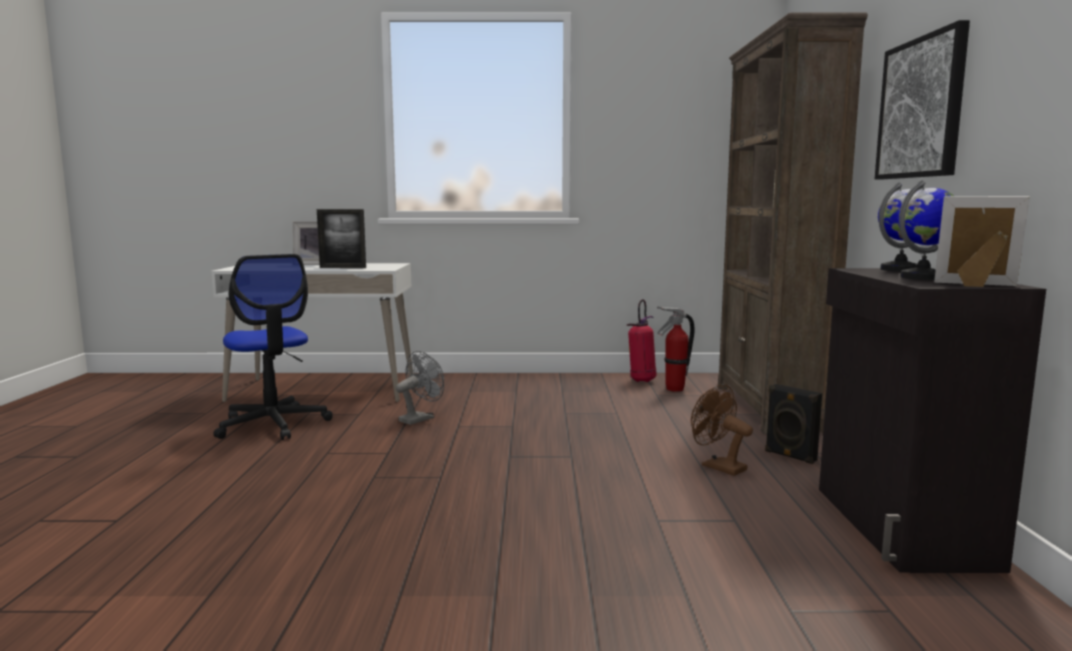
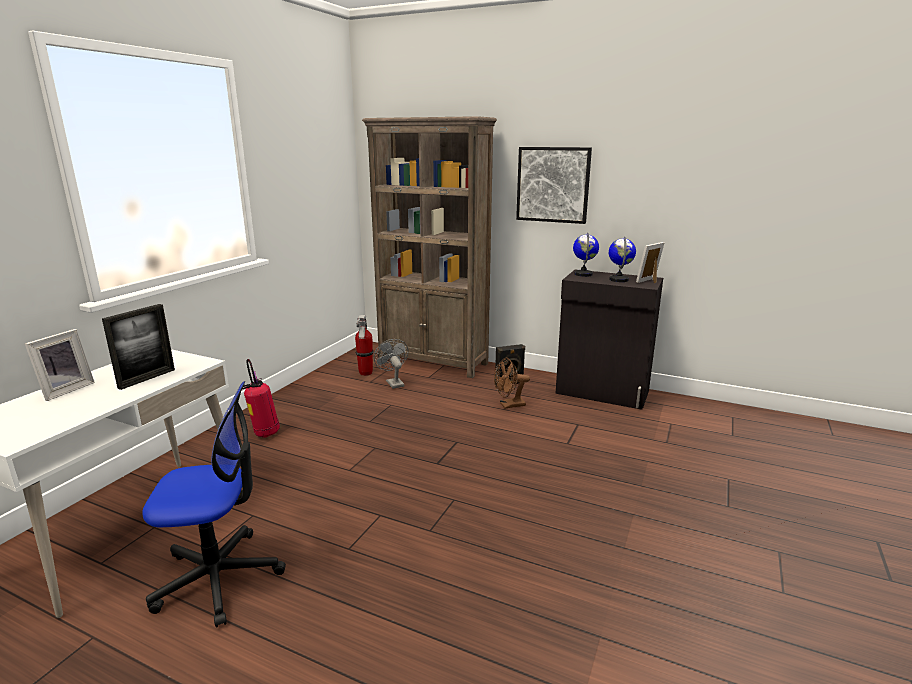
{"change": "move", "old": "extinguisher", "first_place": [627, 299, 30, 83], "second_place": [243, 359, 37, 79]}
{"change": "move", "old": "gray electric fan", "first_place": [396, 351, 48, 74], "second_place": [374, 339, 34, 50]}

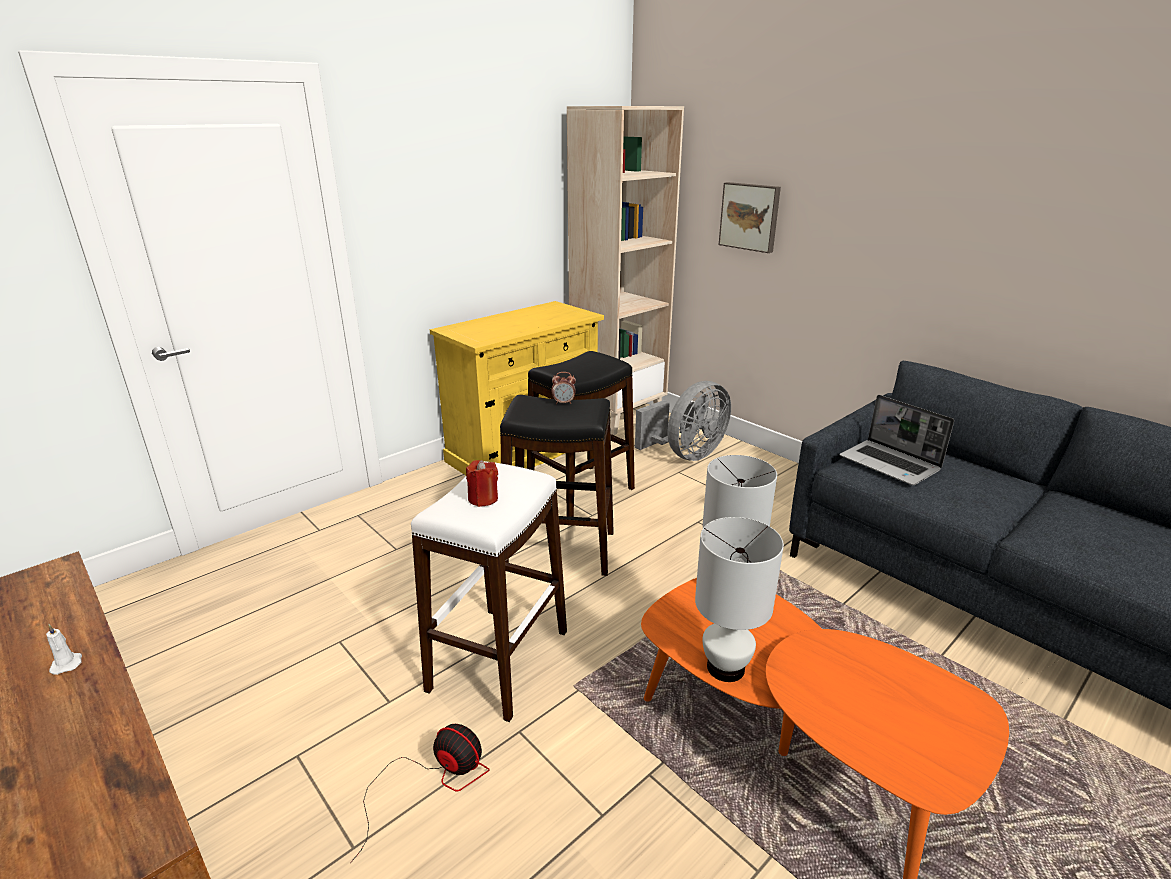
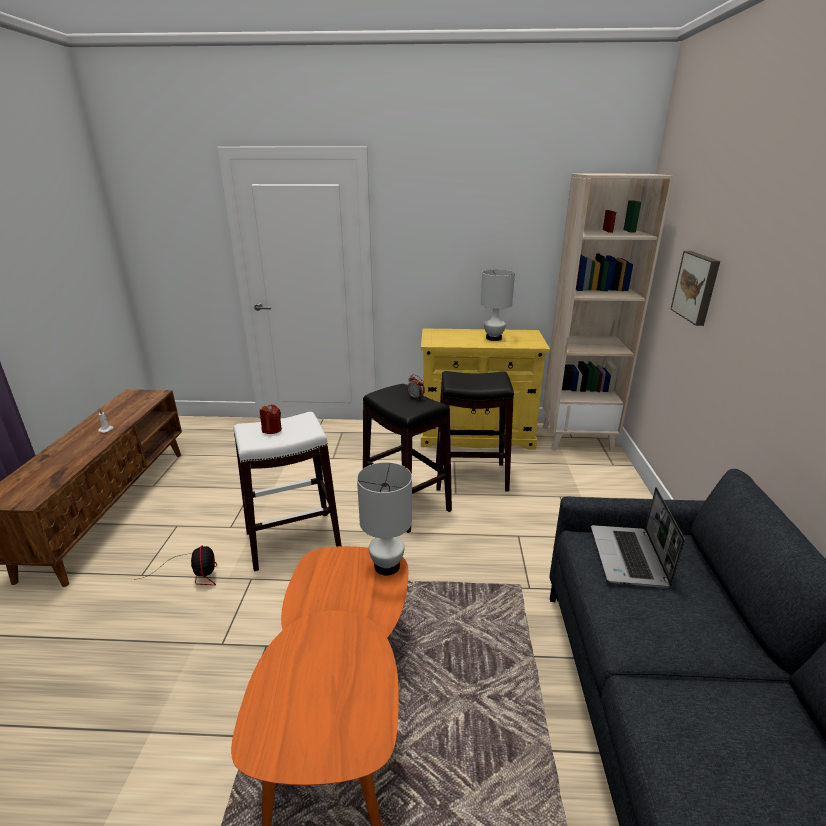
{"change": "delete", "old": "gray electric fan", "first_place": [635, 381, 96, 80]}
{"change": "move", "old": "white tabletop lamp", "first_place": [695, 517, 89, 165], "second_place": [481, 269, 34, 72]}

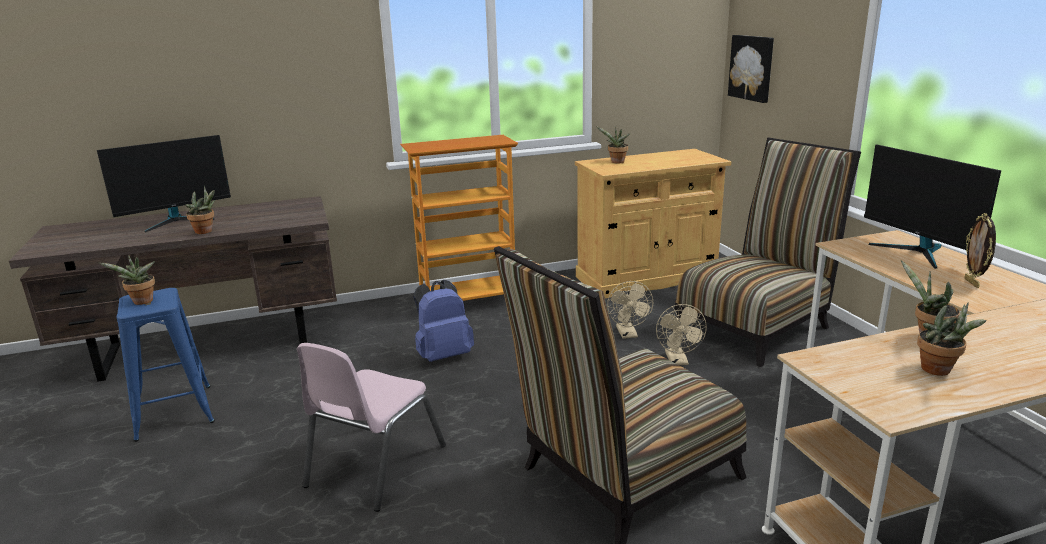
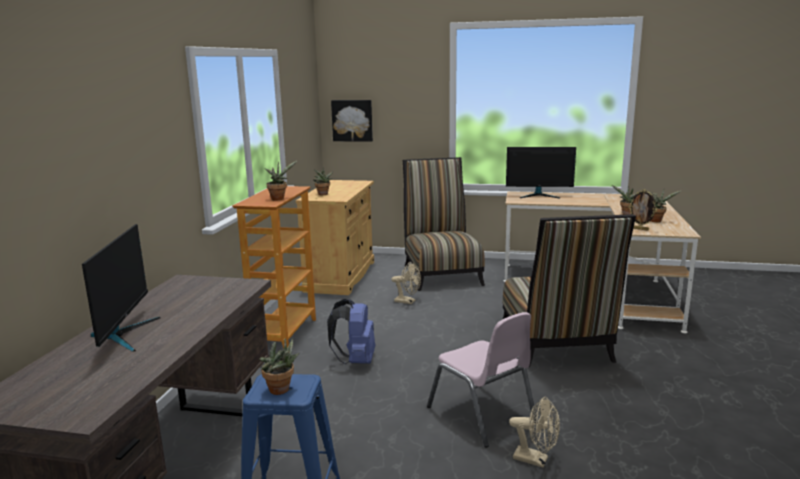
{"change": "move", "old": "potted plant", "first_place": [185, 186, 30, 48], "second_place": [265, 161, 32, 40]}
{"change": "move", "old": "standing frame", "first_place": [964, 213, 32, 75], "second_place": [629, 189, 28, 42]}
{"change": "move", "old": "beige electric fan", "first_place": [656, 304, 51, 61], "second_place": [509, 397, 51, 71]}

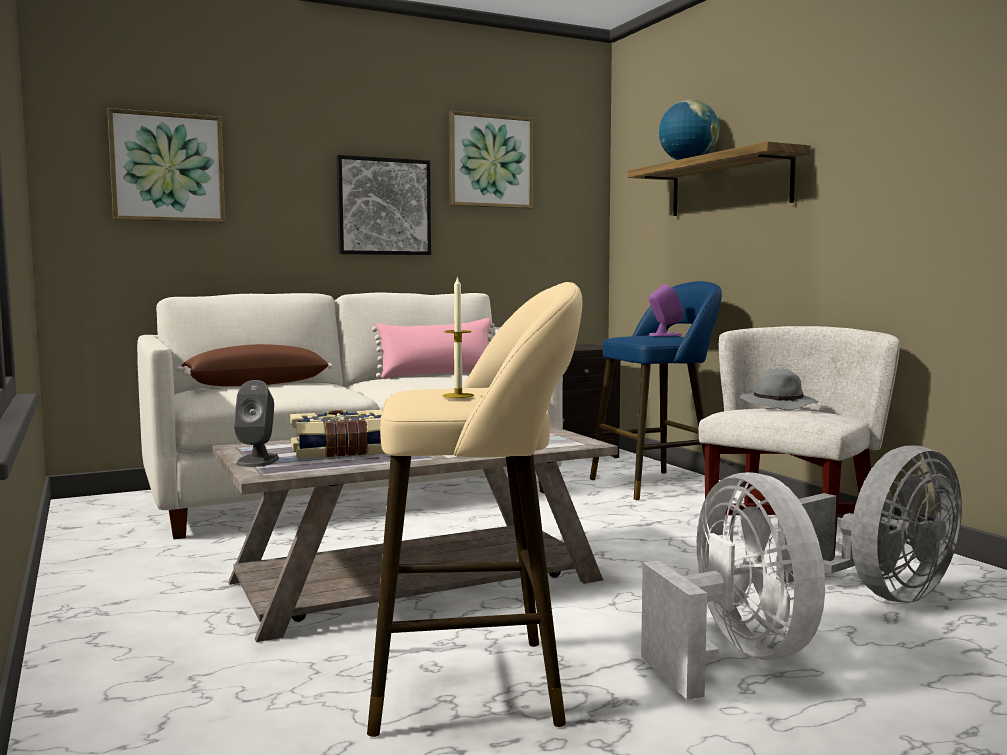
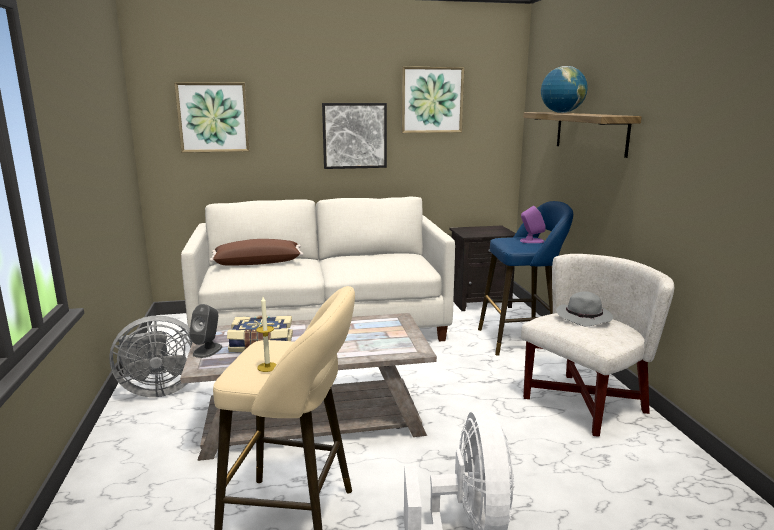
{"change": "delete", "old": "pinkish pillow", "first_place": [372, 318, 122, 61]}
{"change": "move", "old": "gray electric fan", "first_place": [776, 446, 186, 157], "second_place": [109, 315, 83, 82]}

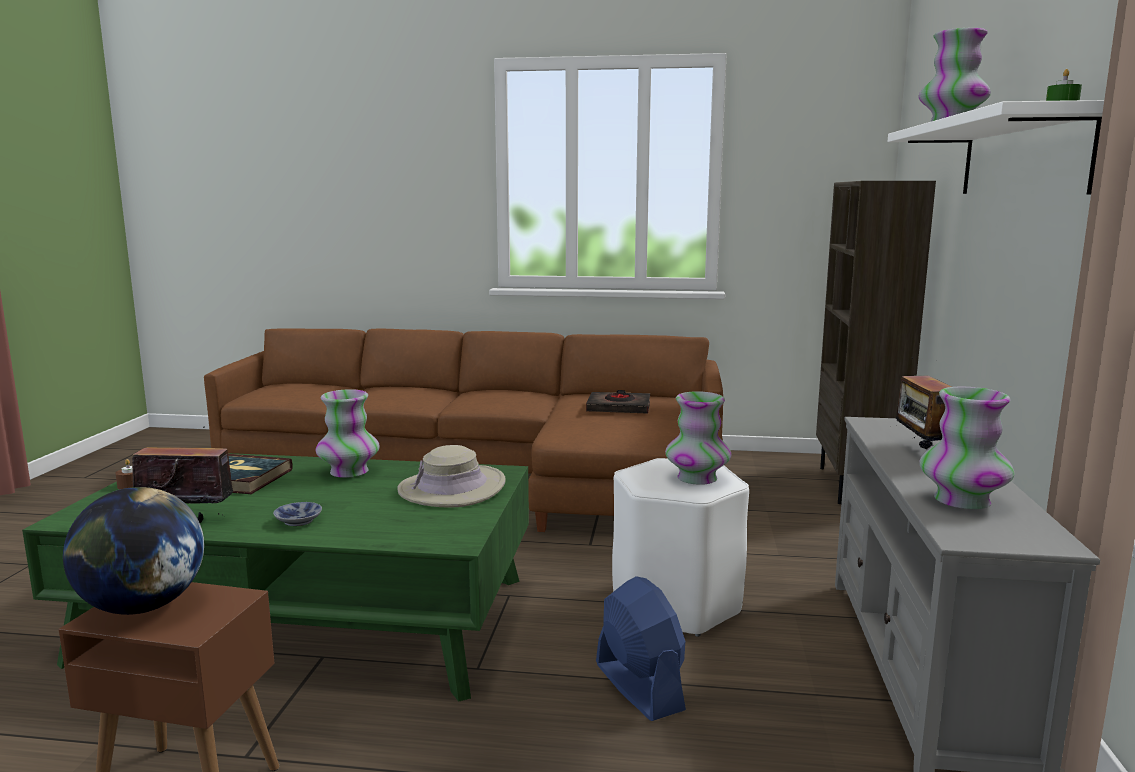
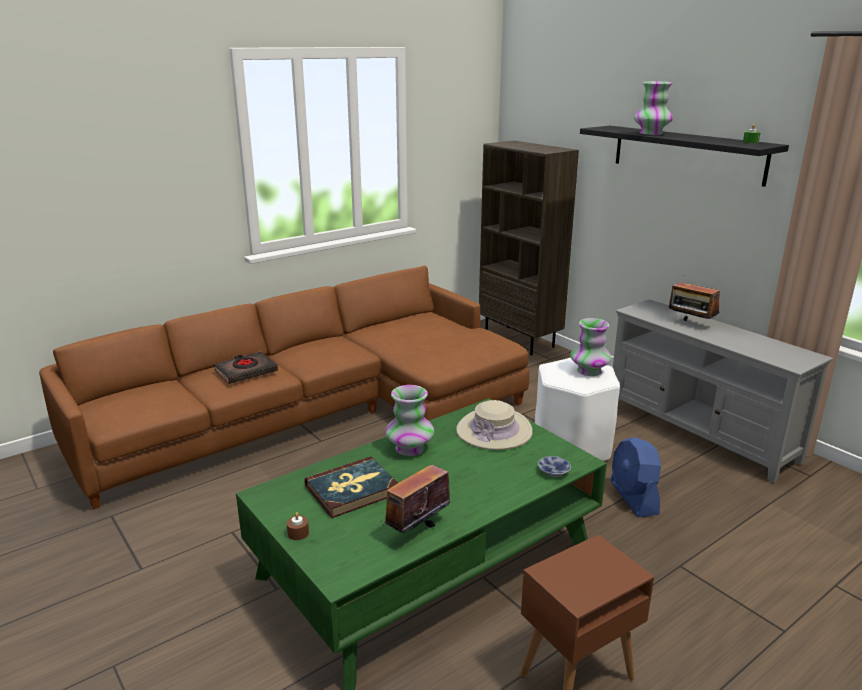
{"change": "recolor", "old": "white bracket shelf", "new": "blackish bracket shelf", "first_place": [888, 100, 216, 94], "second_place": [580, 126, 209, 61]}
{"change": "delete", "old": "flower vase", "first_place": [920, 386, 95, 123]}
{"change": "move", "old": "blackish volume", "first_place": [586, 390, 64, 24], "second_place": [214, 351, 64, 33]}
{"change": "delete", "old": "world globe", "first_place": [63, 487, 141, 128]}
{"change": "move", "old": "deep dish", "first_place": [273, 502, 49, 24], "second_place": [538, 456, 33, 21]}
{"change": "rotate", "old": "bluish electric fan", "first_place": [596, 576, 90, 145], "second_place": [610, 437, 51, 81], "degrees": -120}

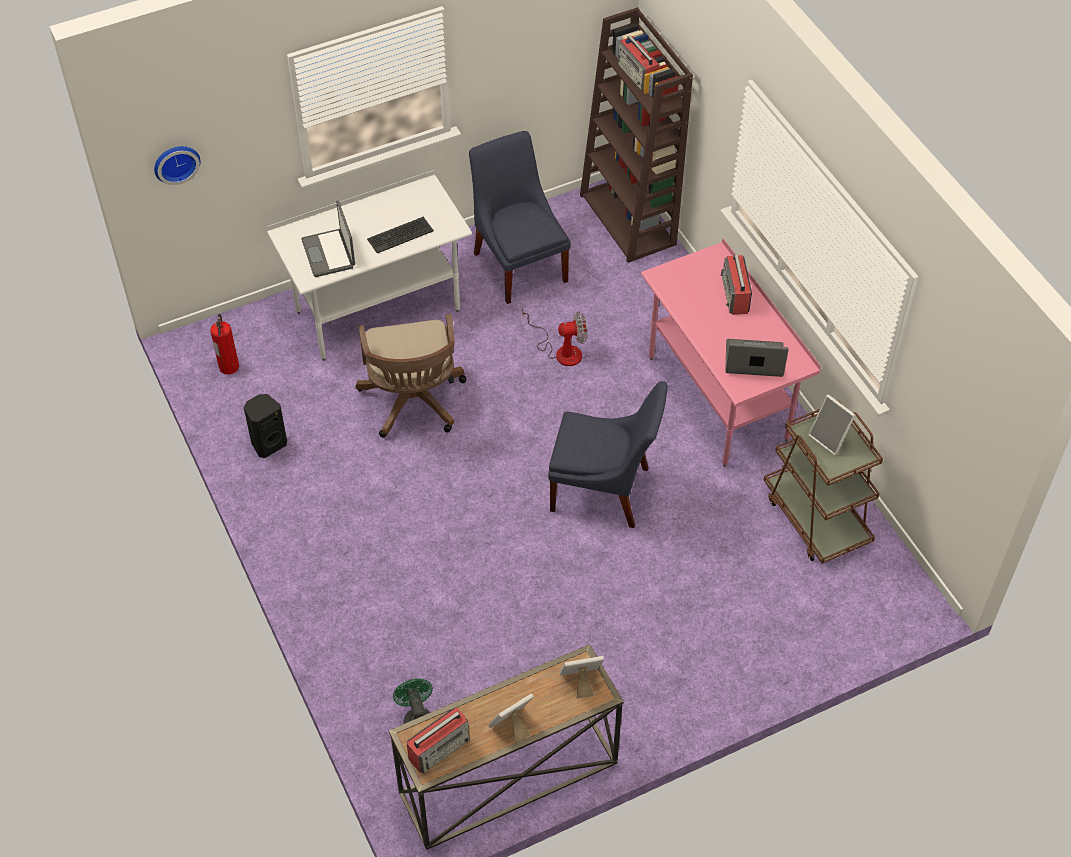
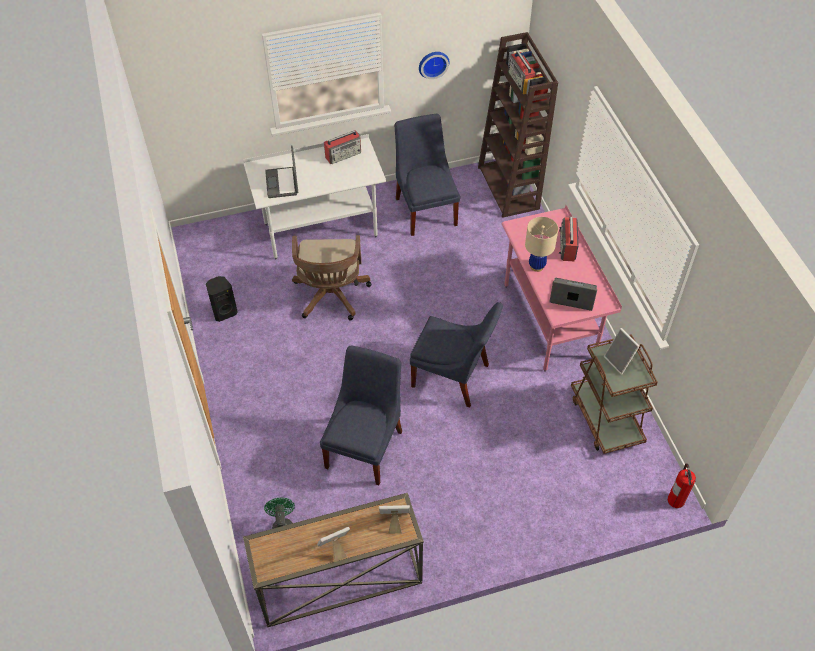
{"change": "move", "old": "wall clock", "first_place": [154, 146, 47, 39], "second_place": [419, 52, 31, 27]}
{"change": "delete", "old": "computer keyboard", "first_place": [367, 217, 67, 36]}
{"change": "delete", "old": "electric fan", "first_place": [522, 307, 66, 59]}
{"change": "move", "old": "extinguisher", "first_place": [210, 314, 29, 61], "second_place": [668, 464, 28, 44]}
{"change": "move", "old": "radio receiver", "first_place": [407, 707, 63, 67], "second_place": [324, 130, 37, 34]}
{"change": "insert", "new": "beige tabletop lamp", "second_place": [525, 217, 33, 55]}
{"change": "insert", "new": "bluish upright chair", "second_place": [320, 346, 82, 139]}

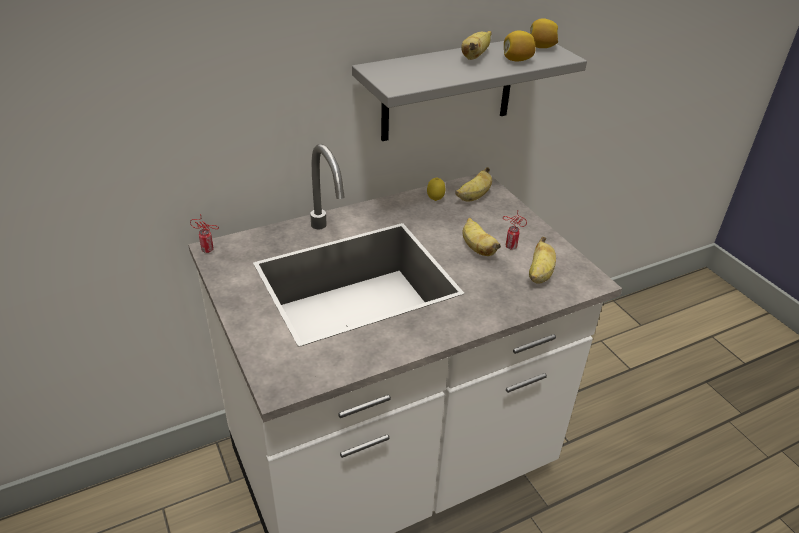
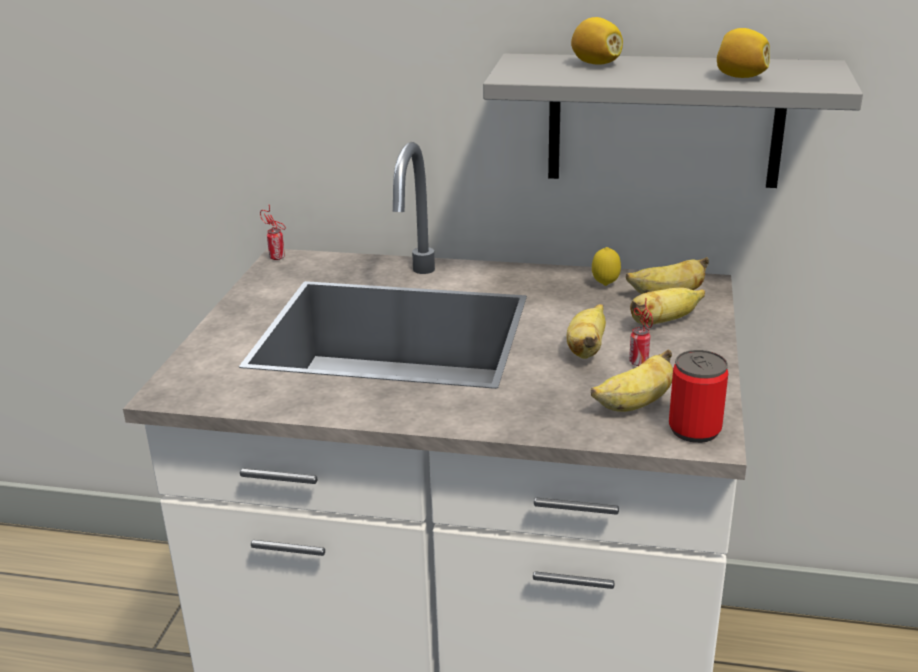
{"change": "move", "old": "citrus fruit", "first_place": [530, 18, 28, 30], "second_place": [571, 17, 52, 48]}
{"change": "move", "old": "banana fruit", "first_place": [461, 31, 30, 29], "second_place": [630, 287, 75, 38]}
{"change": "insert", "new": "can", "second_place": [669, 350, 59, 93]}

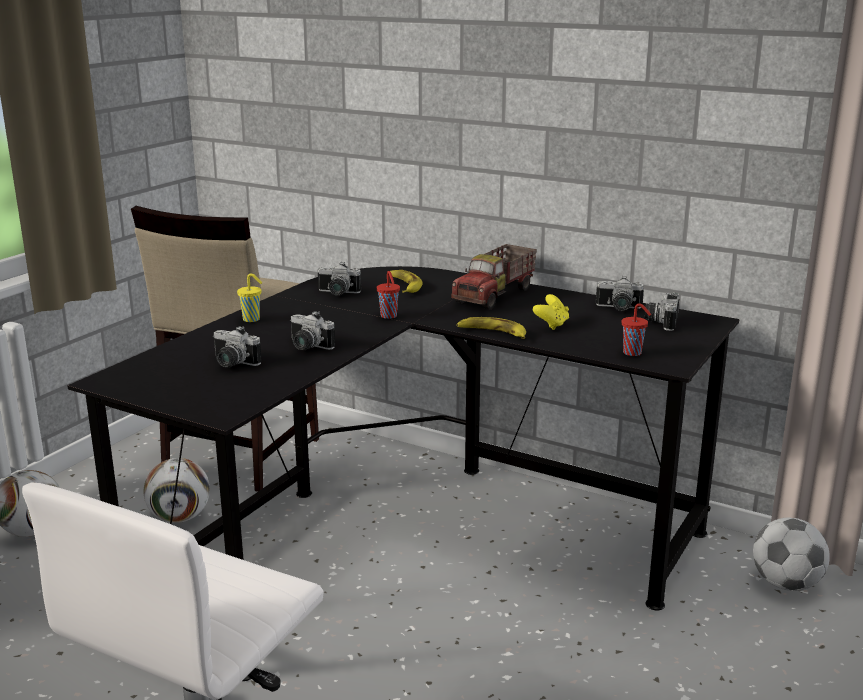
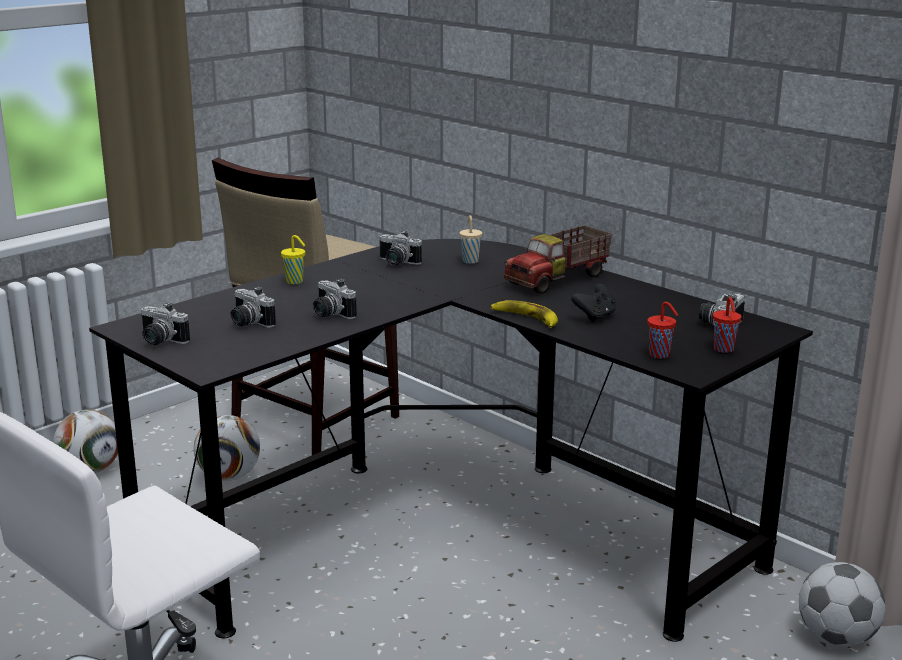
{"change": "replace", "old": "banana fruit", "new": "beige small cup", "first_place": [390, 270, 33, 23], "second_place": [459, 215, 23, 49]}
{"change": "move", "old": "reddish small cup", "first_place": [377, 271, 23, 48], "second_place": [713, 297, 28, 56]}
{"change": "move", "old": "photo camera", "first_place": [596, 276, 48, 35], "second_place": [140, 302, 50, 43]}
{"change": "recolor", "old": "yellowish joypad", "new": "blackish joypad", "first_place": [533, 294, 36, 36], "second_place": [571, 284, 45, 38]}

